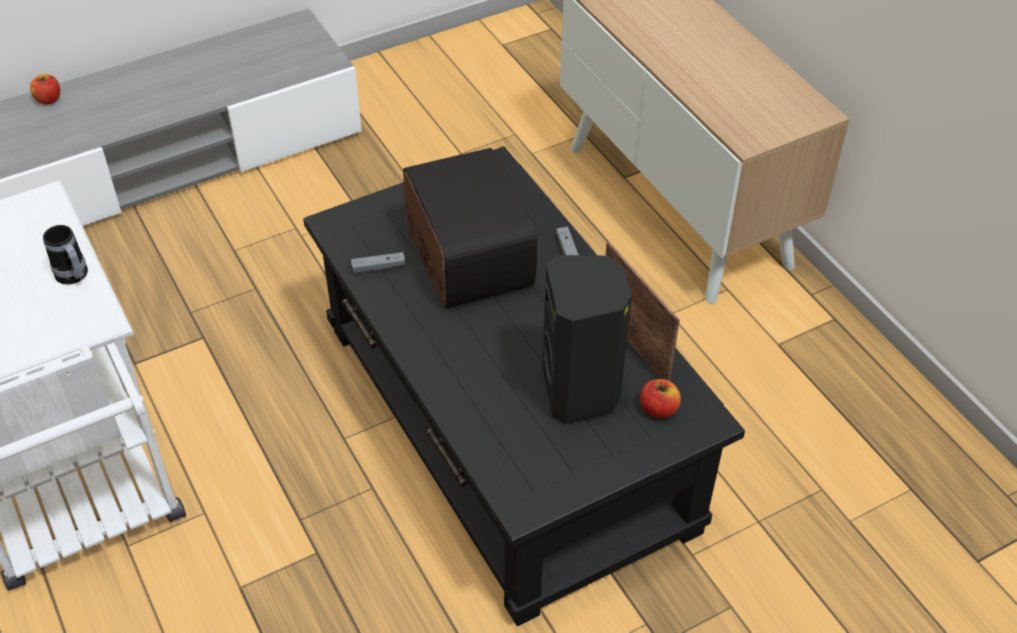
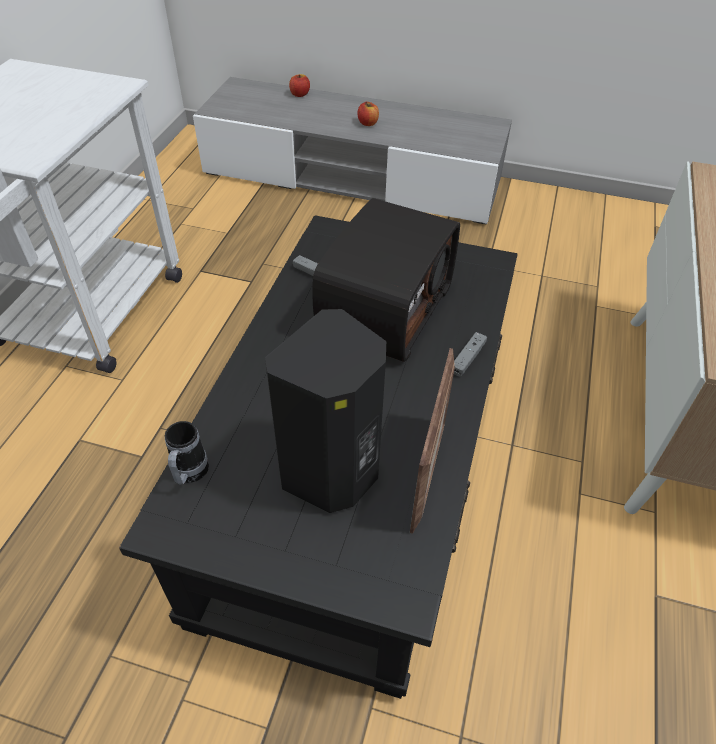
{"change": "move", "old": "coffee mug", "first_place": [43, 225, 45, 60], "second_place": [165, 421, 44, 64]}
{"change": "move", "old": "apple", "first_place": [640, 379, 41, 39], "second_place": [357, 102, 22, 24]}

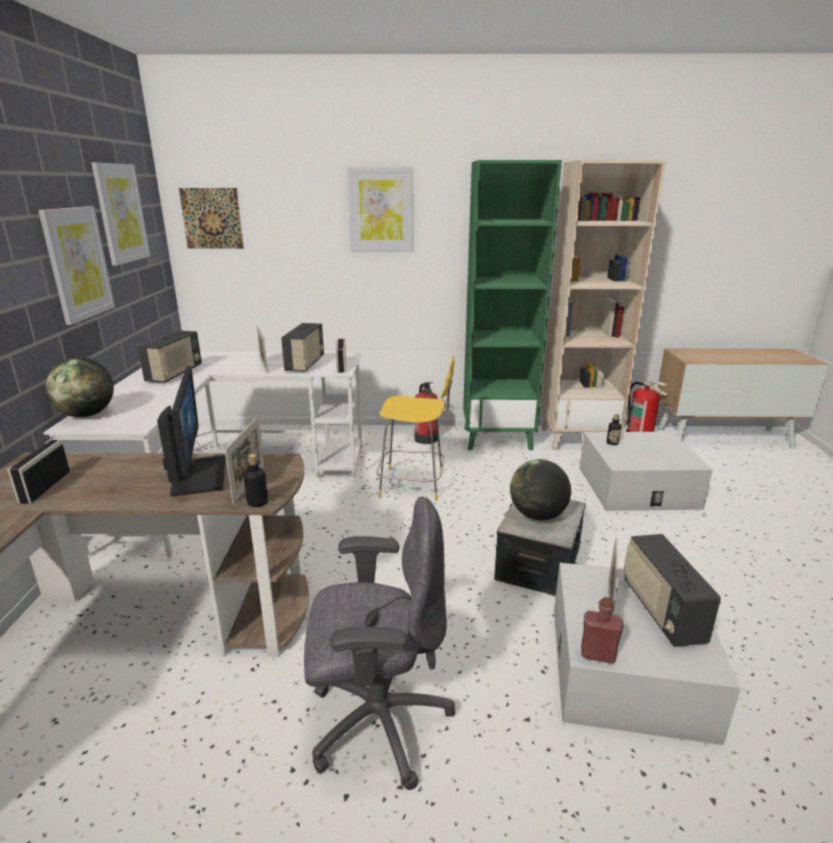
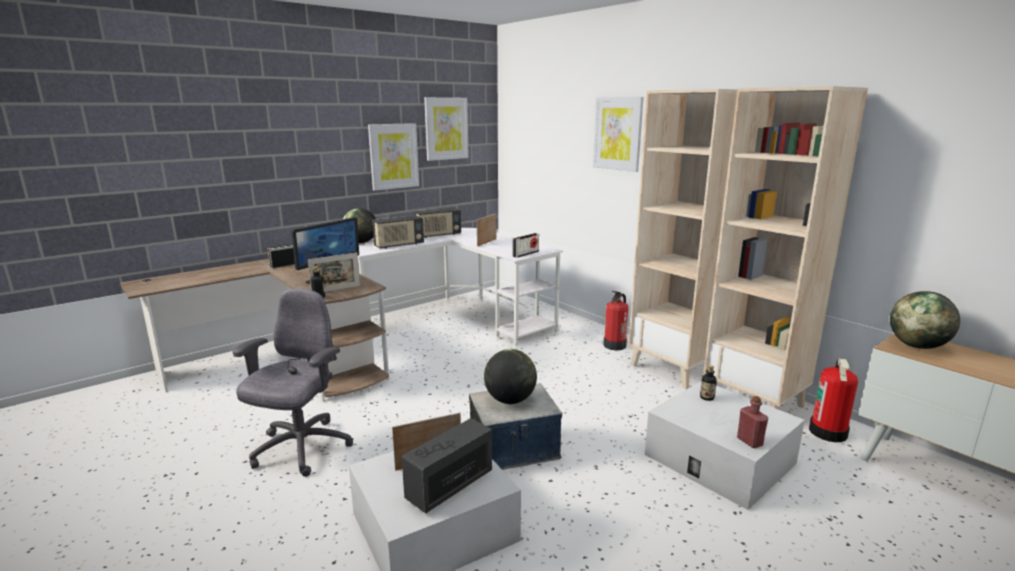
{"change": "recolor", "old": "greenish bookcase", "new": "beige bookcase", "first_place": [463, 160, 99, 290], "second_place": [628, 89, 109, 300]}
{"change": "delete", "old": "picture", "first_place": [179, 188, 65, 61]}
{"change": "move", "old": "radio receiver", "first_place": [281, 323, 43, 49], "second_place": [372, 215, 52, 34]}
{"change": "delete", "old": "yellowish upright chair", "first_place": [376, 354, 79, 147]}
{"change": "rotate", "old": "gray office chair", "first_place": [304, 496, 151, 294], "second_place": [233, 288, 120, 189], "degrees": -120}
{"change": "move", "old": "reddish beverage bottle", "first_place": [581, 597, 43, 67], "second_place": [737, 396, 31, 52]}
{"change": "insert", "new": "world globe", "second_place": [890, 291, 70, 58]}

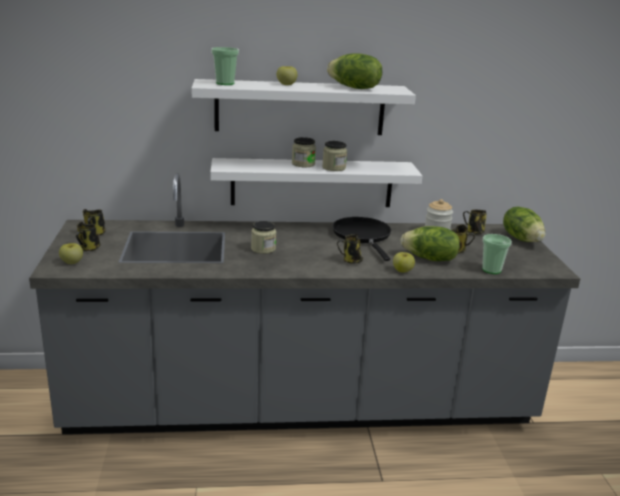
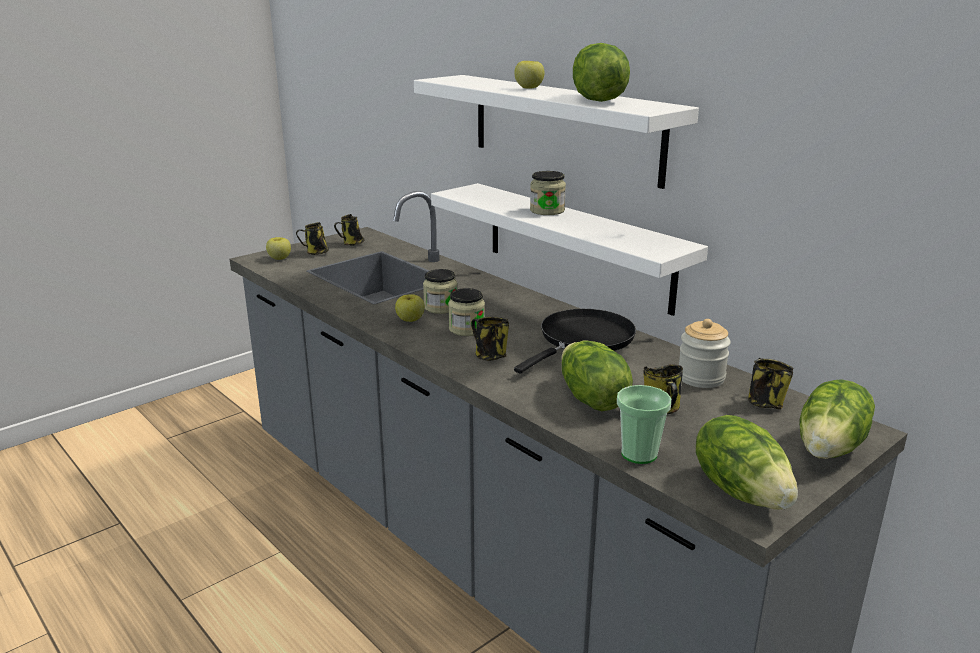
{"change": "delete", "old": "small cup", "first_place": [211, 47, 28, 38]}
{"change": "move", "old": "jar", "first_place": [322, 141, 25, 30], "second_place": [448, 288, 37, 48]}
{"change": "move", "old": "apple", "first_place": [393, 252, 22, 21], "second_place": [395, 294, 30, 28]}
{"change": "insert", "new": "lettuce head", "second_place": [696, 415, 102, 95]}

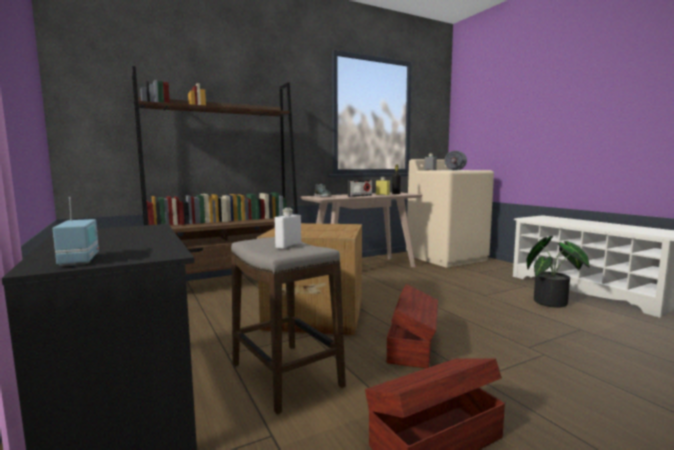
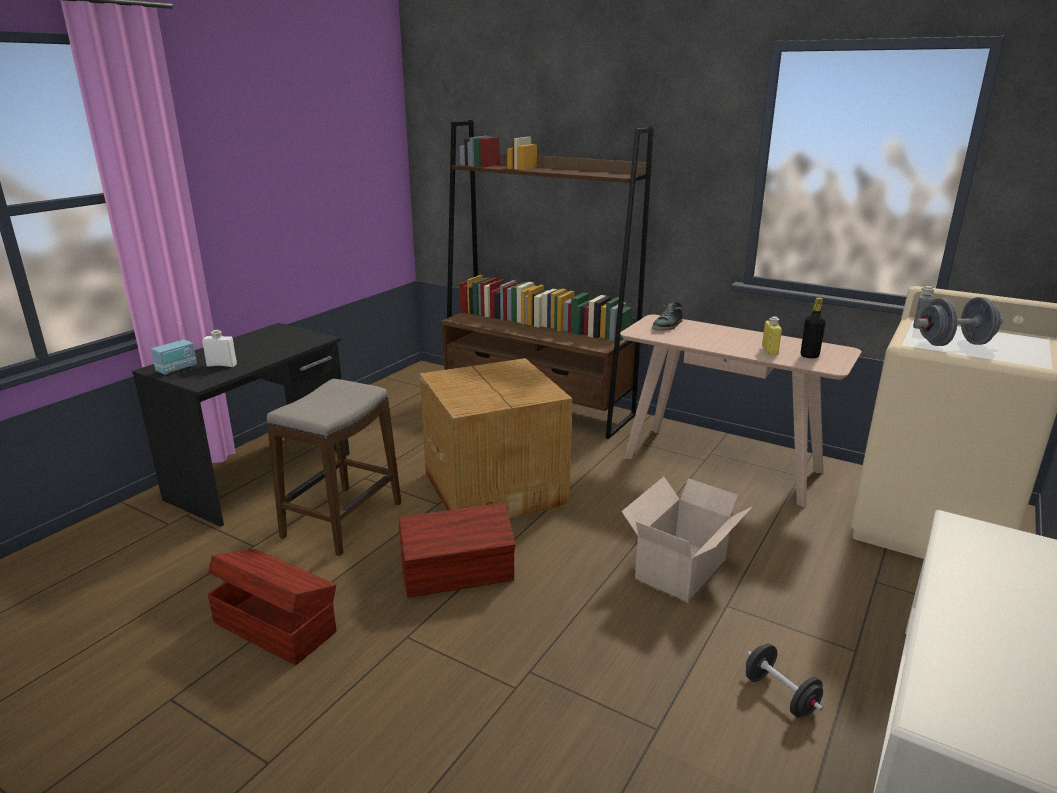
{"change": "delete", "old": "radio receiver", "first_place": [348, 180, 24, 17]}
{"change": "move", "old": "white beverage bottle", "first_place": [275, 208, 26, 41], "second_place": [202, 330, 35, 37]}
{"change": "replace", "old": "potted plant", "new": "blackish free weight", "first_place": [526, 236, 64, 72], "second_place": [746, 643, 77, 75]}
{"change": "insert", "new": "carton", "second_place": [621, 477, 131, 125]}

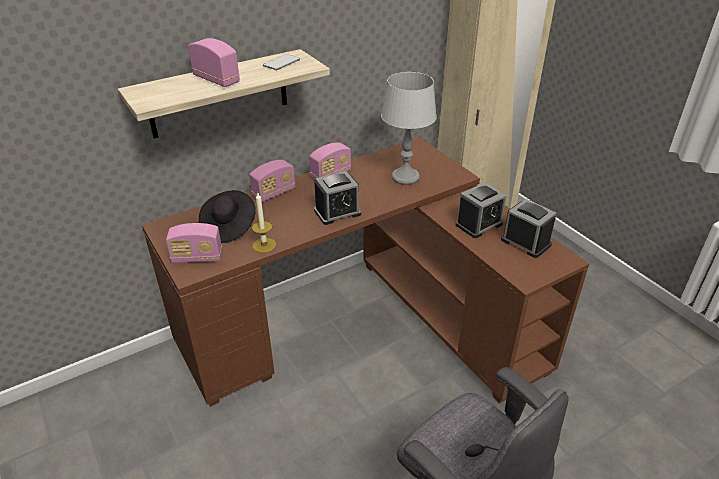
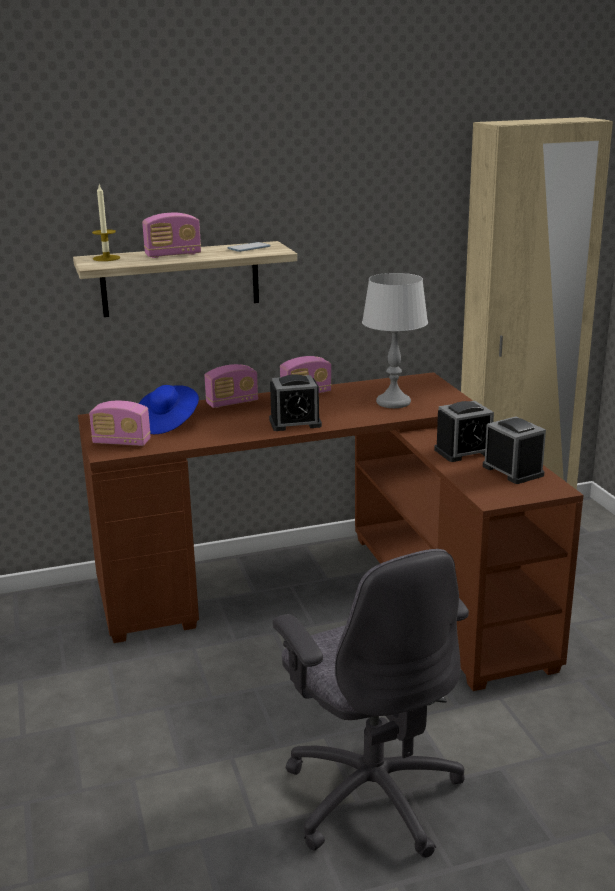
{"change": "rotate", "old": "radio receiver", "first_place": [188, 38, 52, 49], "second_place": [142, 213, 59, 45], "degrees": 105}
{"change": "recolor", "old": "blackish wearable hat", "new": "bluish wearable hat", "first_place": [199, 190, 57, 53], "second_place": [139, 385, 60, 49]}
{"change": "move", "old": "wax light", "first_place": [252, 193, 24, 60], "second_place": [92, 184, 28, 77]}

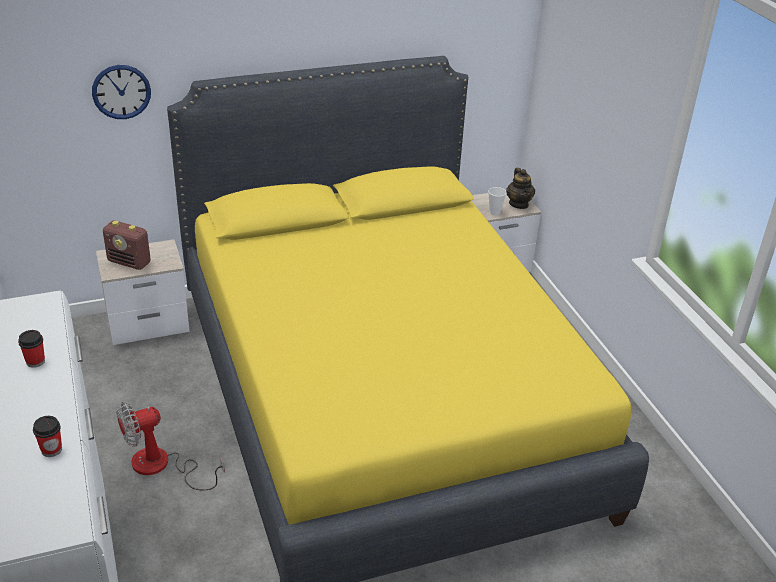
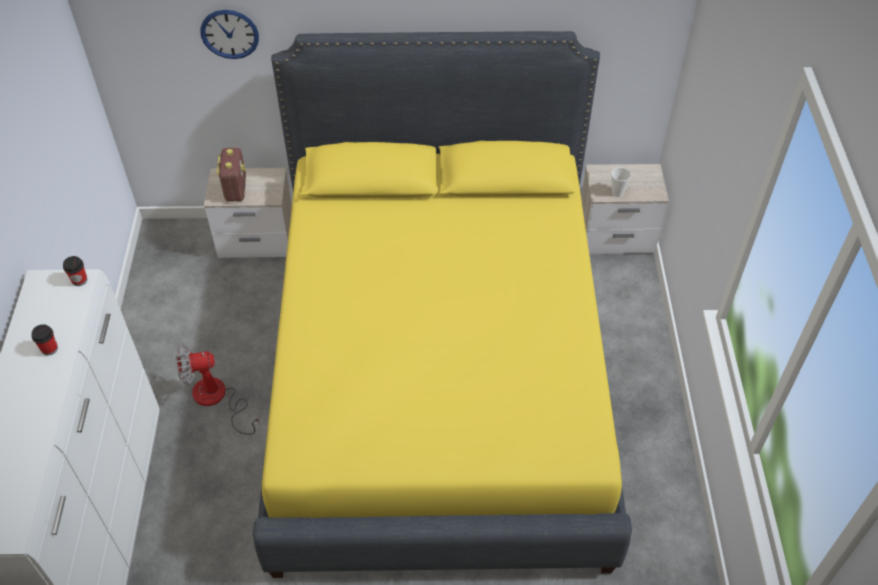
{"change": "delete", "old": "pot for tea", "first_place": [506, 168, 29, 41]}
{"change": "rotate", "old": "radio receiver", "first_place": [103, 220, 48, 50], "second_place": [216, 148, 30, 54], "degrees": -135}
{"change": "move", "old": "small cup", "first_place": [33, 416, 29, 41], "second_place": [63, 256, 24, 30]}

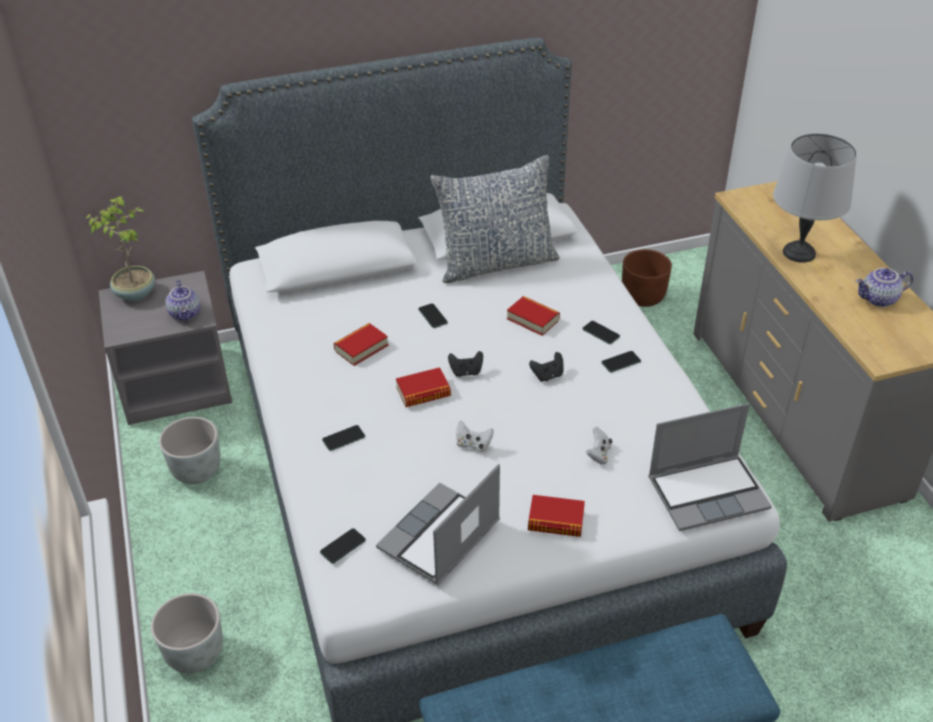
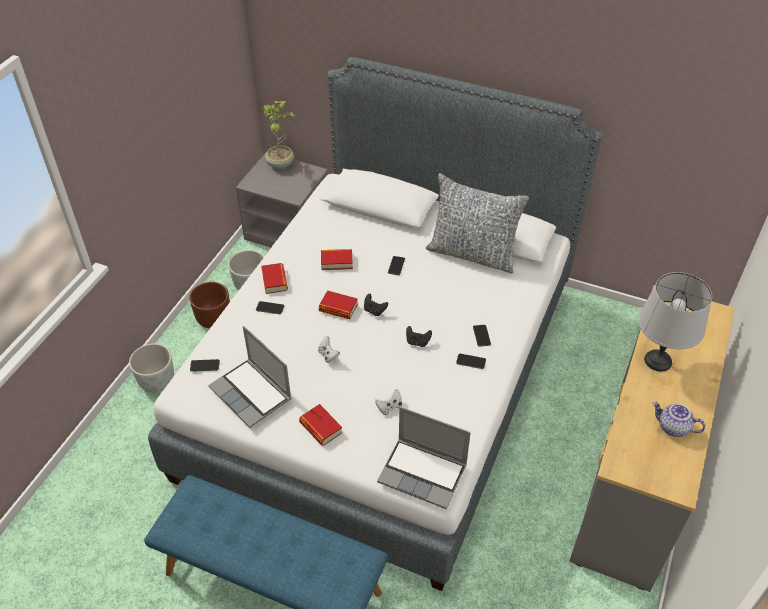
{"change": "move", "old": "brownish flower pot", "first_place": [622, 249, 50, 58], "second_place": [189, 282, 41, 46]}
{"change": "delete", "old": "pot for tea", "first_place": [165, 280, 36, 41]}
{"change": "move", "old": "volume", "first_place": [507, 296, 53, 40], "second_place": [261, 263, 27, 31]}
{"change": "rotate", "old": "portable computer", "first_place": [376, 464, 124, 121], "second_place": [208, 326, 84, 102], "degrees": -120}

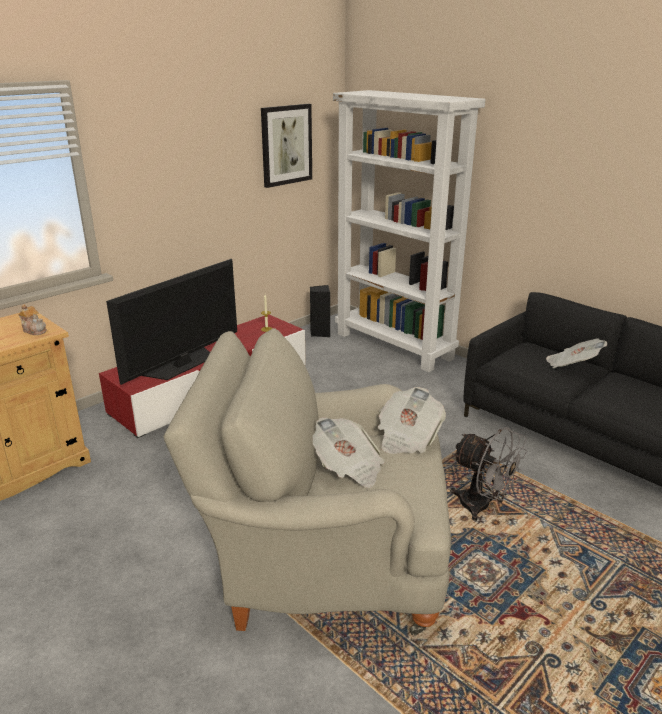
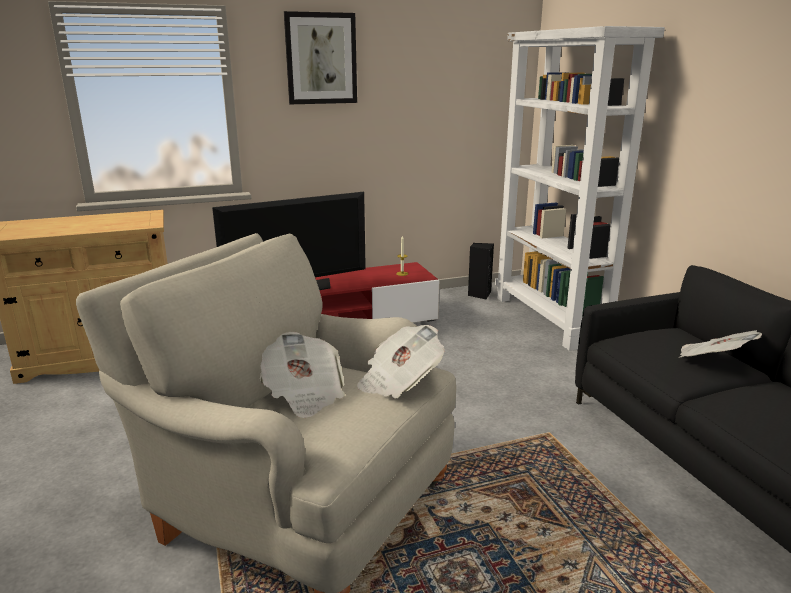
{"change": "move", "old": "picture", "first_place": [261, 104, 51, 84], "second_place": [284, 11, 73, 93]}
{"change": "delete", "old": "pot for tea", "first_place": [18, 304, 29, 31]}
{"change": "delete", "old": "gray electric fan", "first_place": [450, 427, 77, 94]}

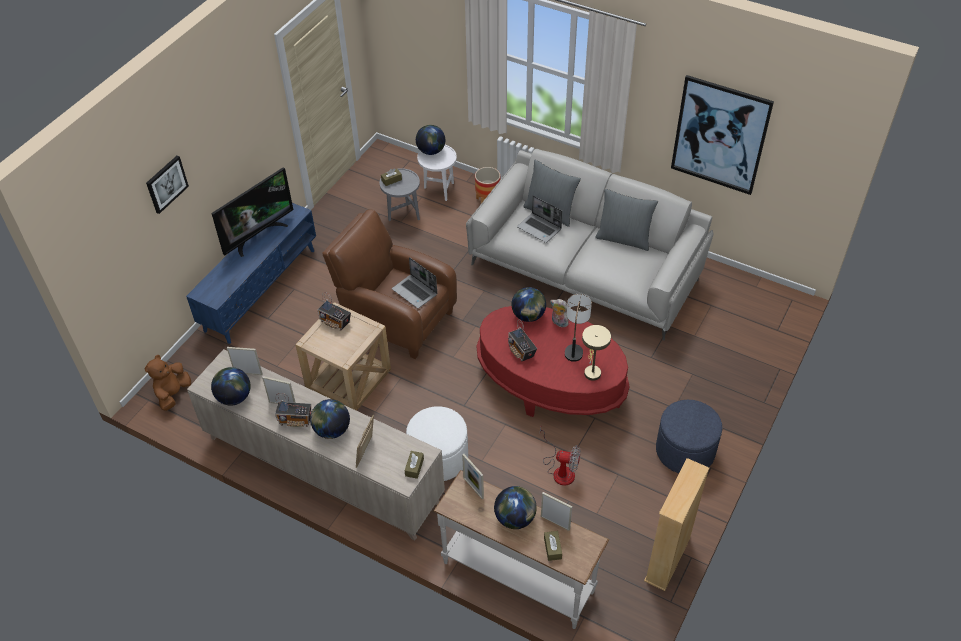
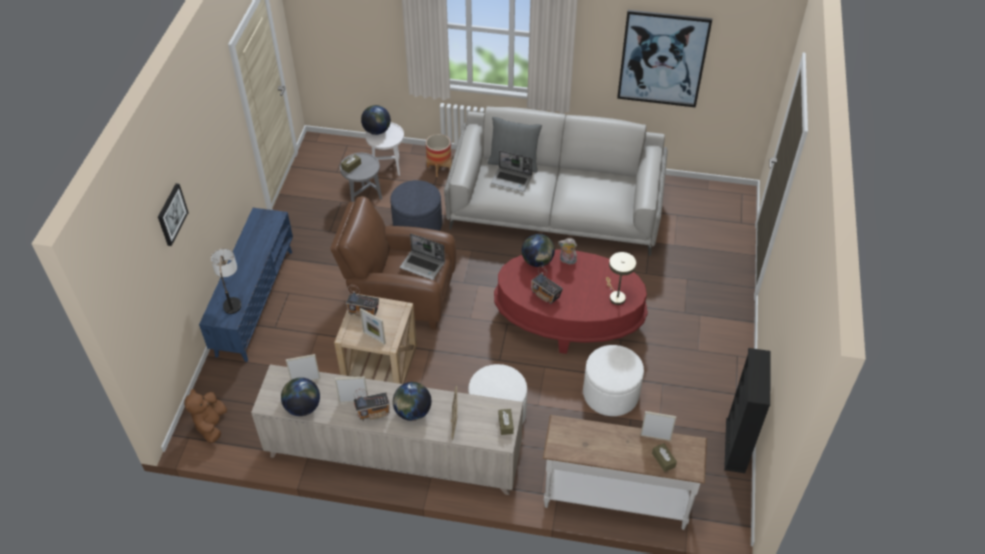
{"change": "delete", "old": "TV", "first_place": [212, 167, 81, 90]}
{"change": "delete", "old": "gray pillow", "first_place": [595, 189, 63, 62]}
{"change": "move", "old": "tabletop lamp", "first_place": [565, 294, 27, 68], "second_place": [211, 248, 30, 66]}
{"change": "move", "old": "bluish ottoman", "first_place": [656, 400, 66, 73], "second_place": [390, 180, 52, 51]}
{"change": "replace", "old": "electric fan", "new": "white ottoman", "first_place": [540, 427, 40, 59], "second_place": [583, 345, 61, 71]}
{"change": "move", "old": "standing frame", "first_place": [462, 454, 22, 46], "second_place": [360, 308, 26, 37]}
{"change": "recolor", "old": "beige bookcase", "new": "blackish bookcase", "first_place": [644, 458, 65, 133], "second_place": [724, 348, 47, 125]}
{"change": "delete", "old": "world globe", "first_place": [494, 486, 43, 43]}

